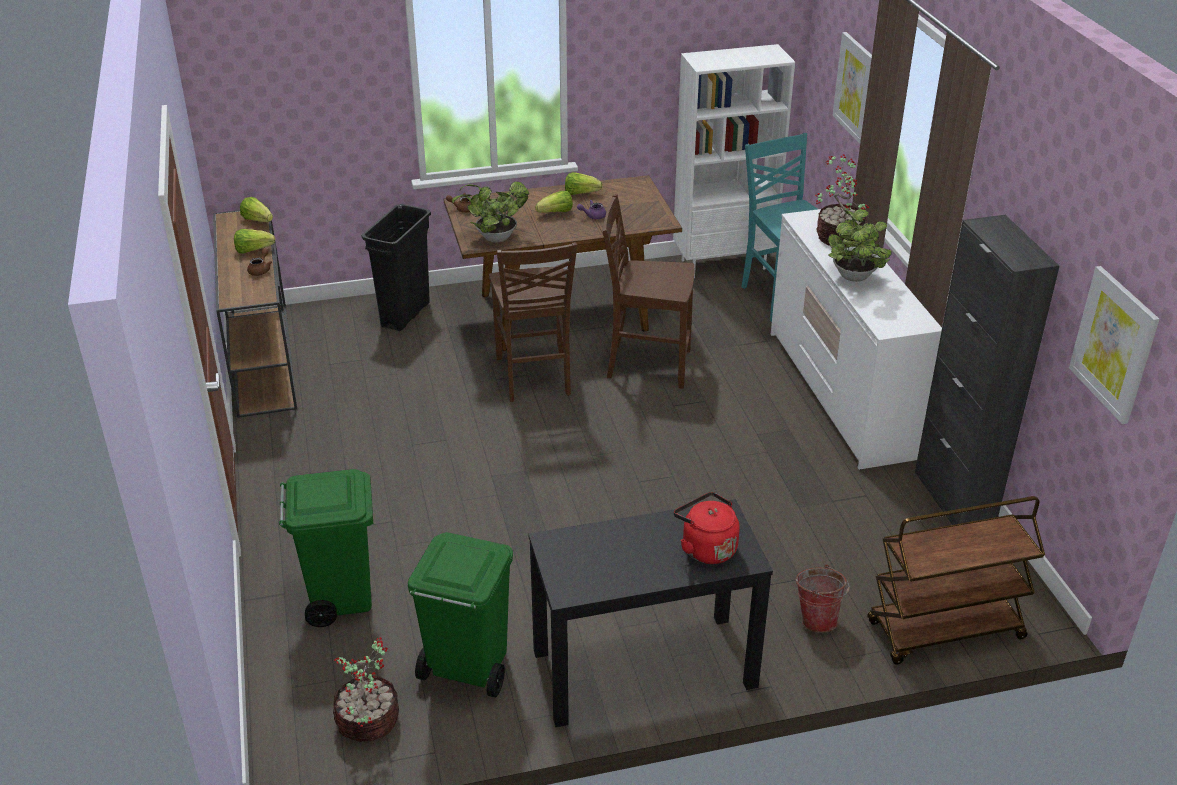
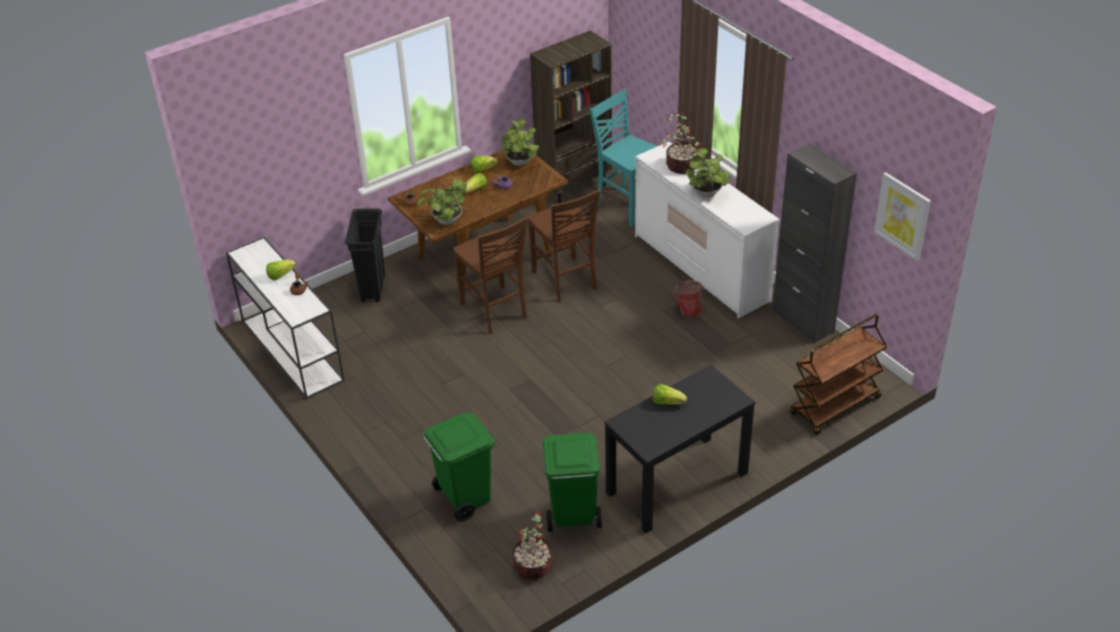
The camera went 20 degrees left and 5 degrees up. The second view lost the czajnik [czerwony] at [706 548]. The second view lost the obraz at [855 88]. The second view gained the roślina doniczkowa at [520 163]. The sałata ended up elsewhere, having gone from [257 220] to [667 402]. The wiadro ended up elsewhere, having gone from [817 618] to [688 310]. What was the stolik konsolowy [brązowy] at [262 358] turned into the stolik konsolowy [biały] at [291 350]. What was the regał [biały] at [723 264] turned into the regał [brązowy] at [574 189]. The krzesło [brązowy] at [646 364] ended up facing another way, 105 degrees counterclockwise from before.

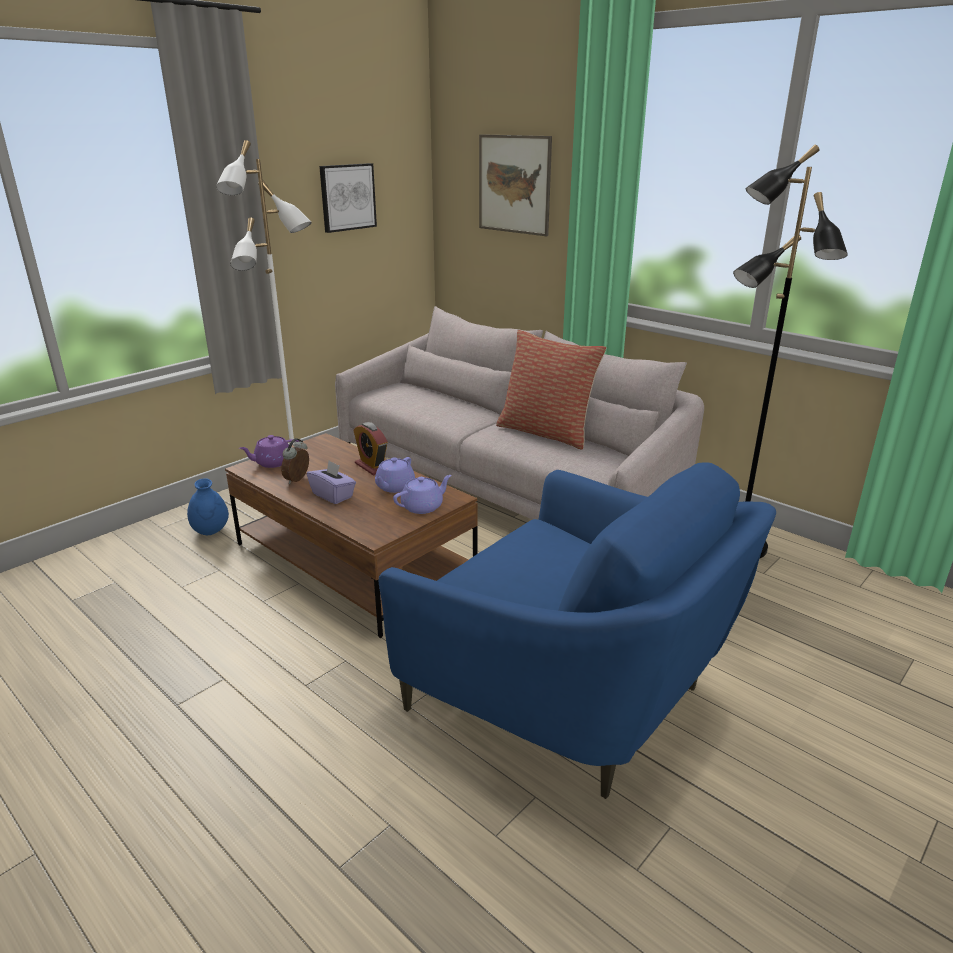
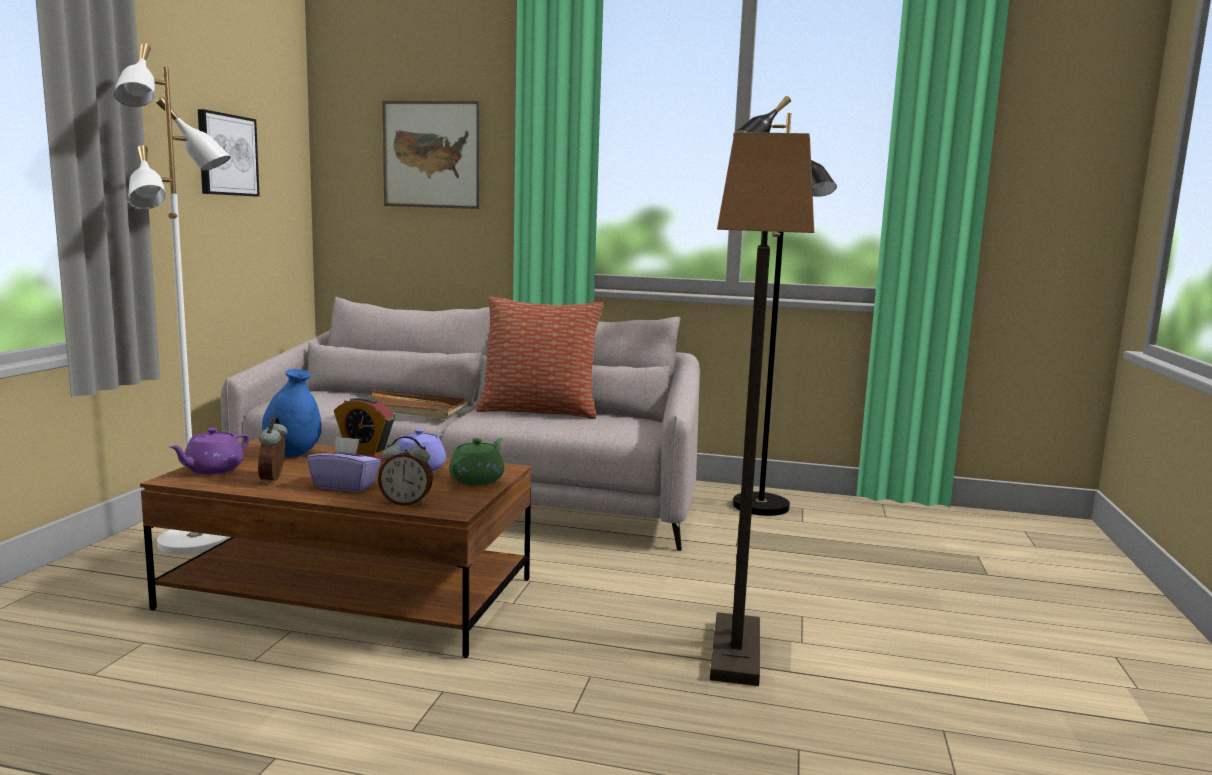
The camera went 30 degrees left and 15 degrees down. The second view gained the taca [brązowy] at [408 409]. The second view gained the budzik at [406 503]. The wazon [niebieski] ended up elsewhere, having gone from [211 531] to [293 454]. Where the fotel [niebieski] stood at [571 694], the lampa stojąca came to stand at [736 652]. What was the imbryk [fioletowy] at [423 506] turned into the imbryk [zielony] at [478 479].

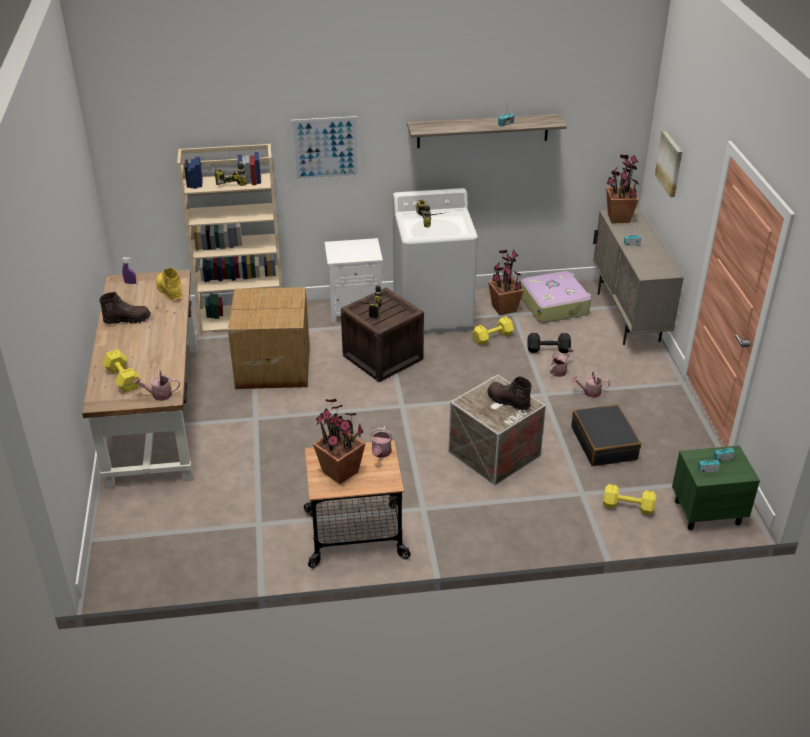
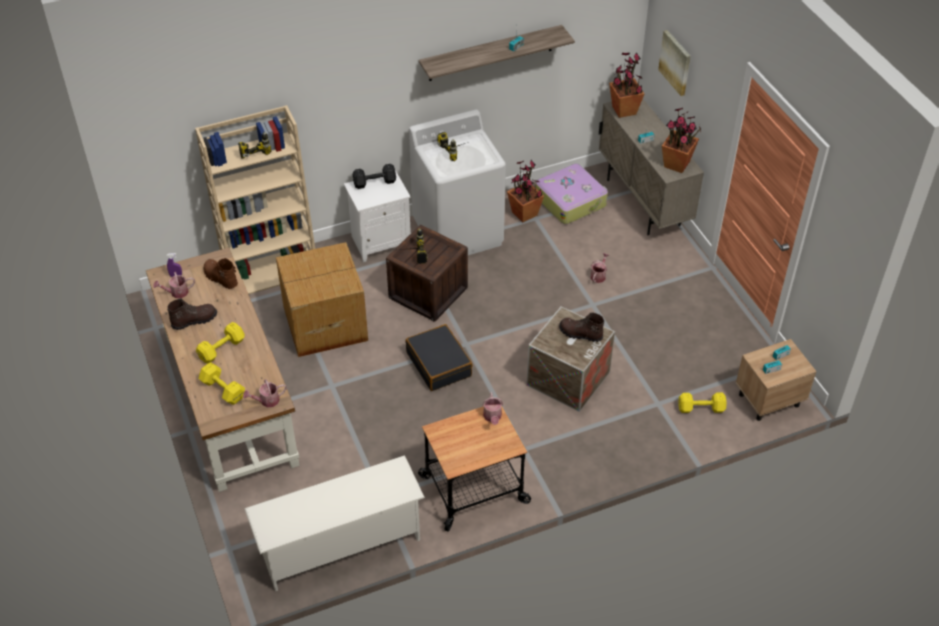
The camera went 15 degrees left and 10 degrees up. The second view lost the obraz at [325 148]. The second view gained the regał na buty [biały] at [340 544]. The roślina doniczkowa ended up elsewhere, having gone from [341 472] to [677 164]. The hantel [żółty] ended up elsewhere, having gone from [493 337] to [223 349]. The hantel [czarny] ended up elsewhere, having gone from [549 350] to [375 182]. The walizka [czarny] ended up elsewhere, having gone from [604 443] to [439 364]. The konewka ended up elsewhere, having gone from [589 392] to [176 292]. What was the but z cholewką [żółty] at [169 291] turned into the but z cholewką [brązowy] at [220 278]. What was the szafka nocna [zielony] at [706 512] turned into the szafka nocna [beżowy] at [768 400].

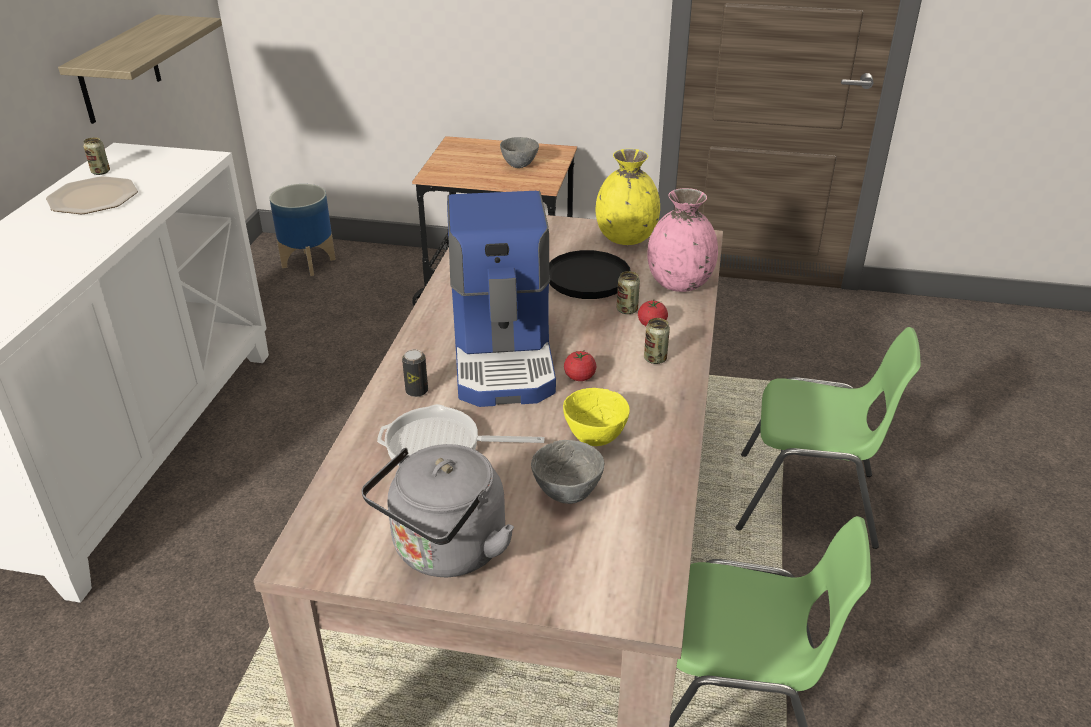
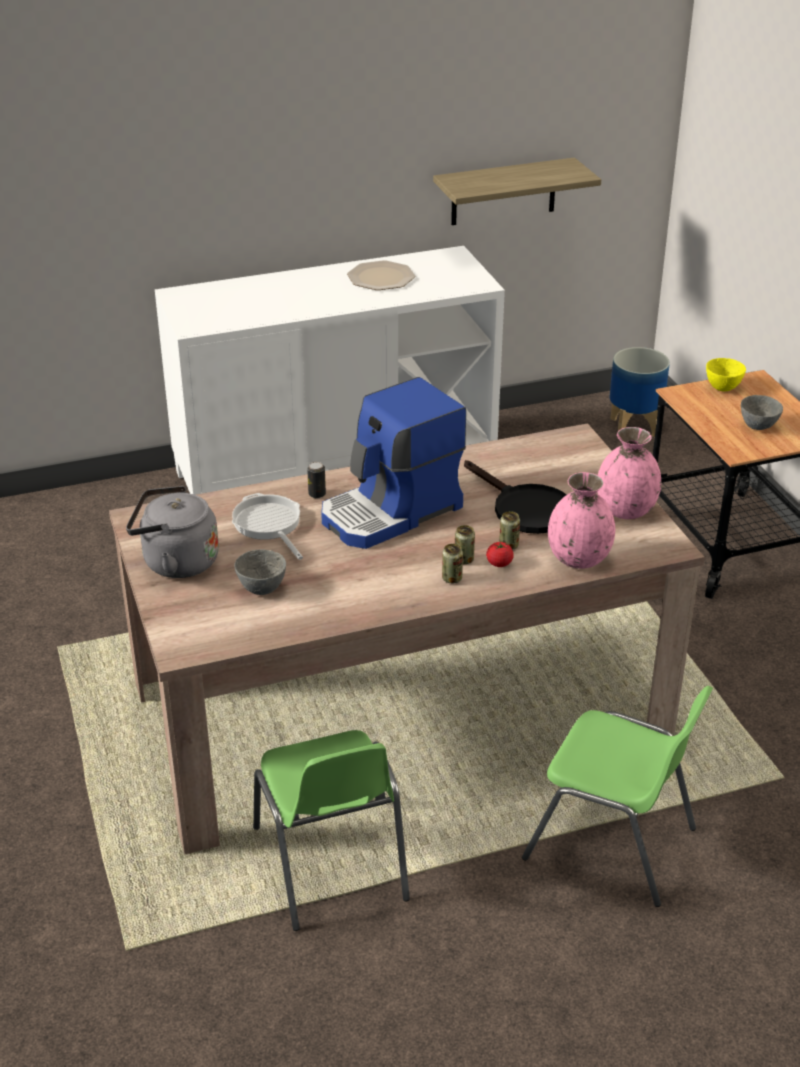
The camera went 60 degrees right and 0 degrees up. The second view lost the pomidor at [579 377]. The puszka ended up elsewhere, having gone from [101 172] to [464 560]. The miska [żółty] ended up elsewhere, having gone from [594 438] to [722 388]. What was the wazon [żółty] at [626 238] turned into the wazon [różowy] at [626 511]. The krzesło [zielony] at [808 501] ended up facing another way, 45 degrees counterclockwise from before.

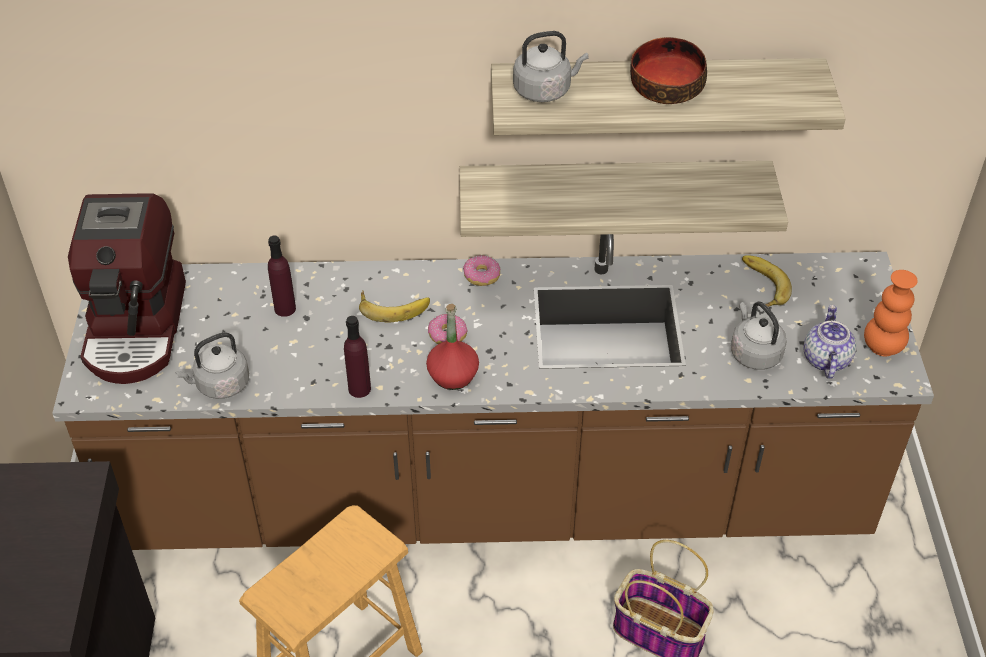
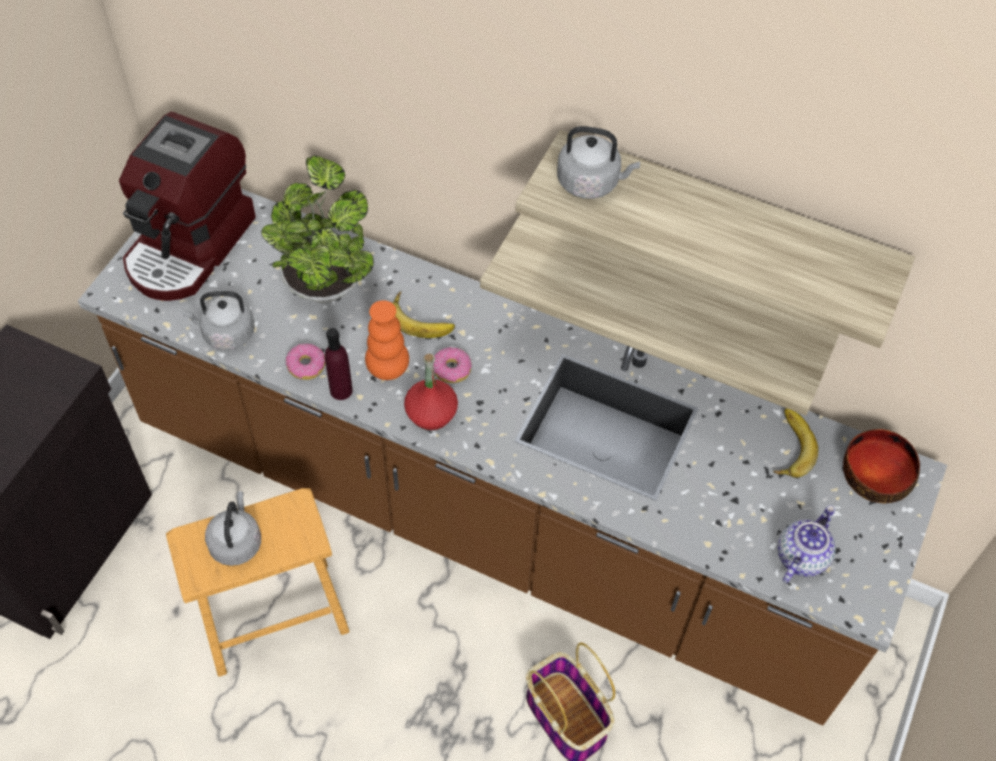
The camera went 25 degrees right and 10 degrees up. The donut ended up elsewhere, having gone from [481 275] to [306 365]. The miska ended up elsewhere, having gone from [666 85] to [875 474]. The czajnik [szary] ended up elsewhere, having gone from [754 353] to [236 542]. The wazon [pomarańczowy] ended up elsewhere, having gone from [882 347] to [388 369]. Where the butelka [fioletowy] stood at [285 308], the roślina doniczkowa came to stand at [324 280].

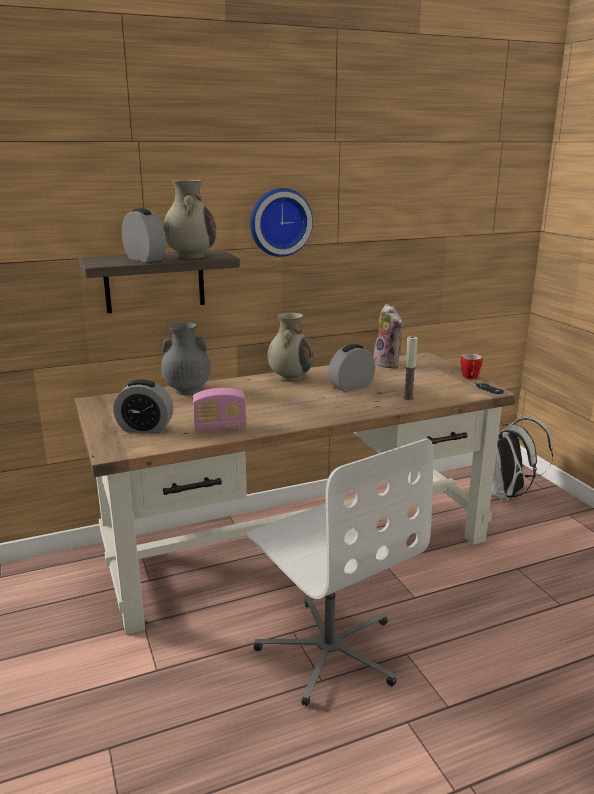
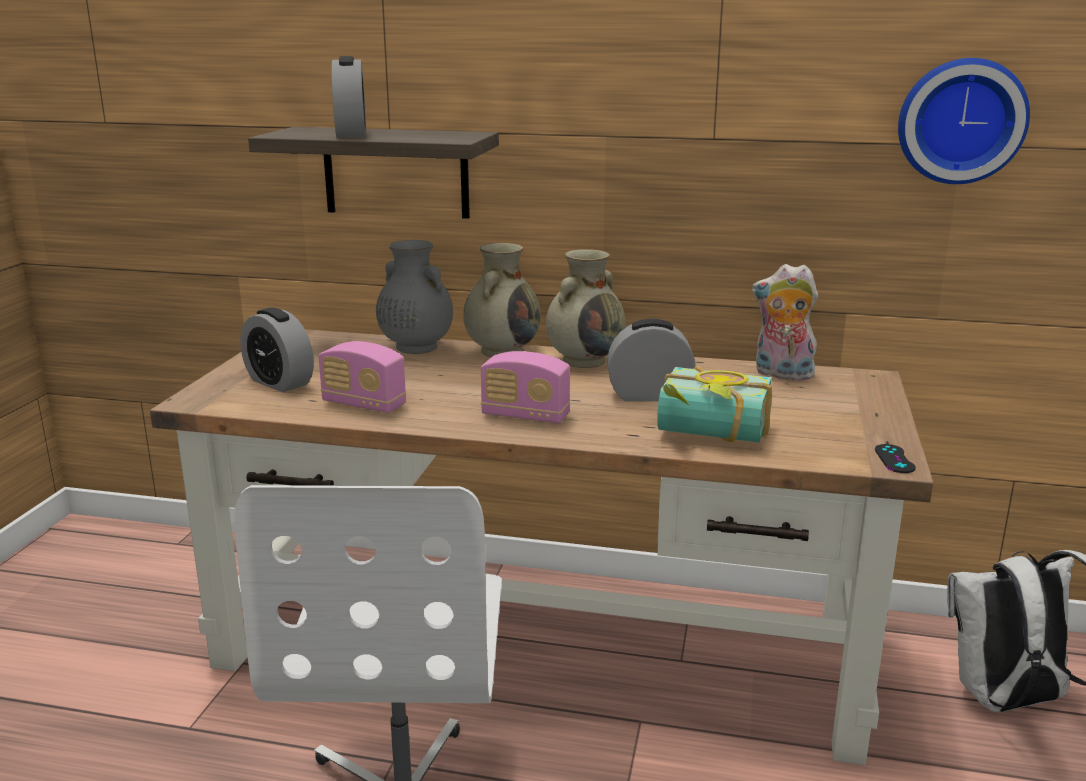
The camera went 35 degrees right and 0 degrees up. The second view lost the kubek at [470 377]. The second view gained the radio at [525 416]. The wazon [beżowy] ended up elsewhere, having gone from [191 256] to [502 351]. The zegar ścienny ended up elsewhere, having gone from [279 222] to [961 121]. Where the świeca stood at [408 398], the książka came to stand at [710 435]. The pluszak at [388 364] ended up facing another way, 105 degrees clockwise from before.

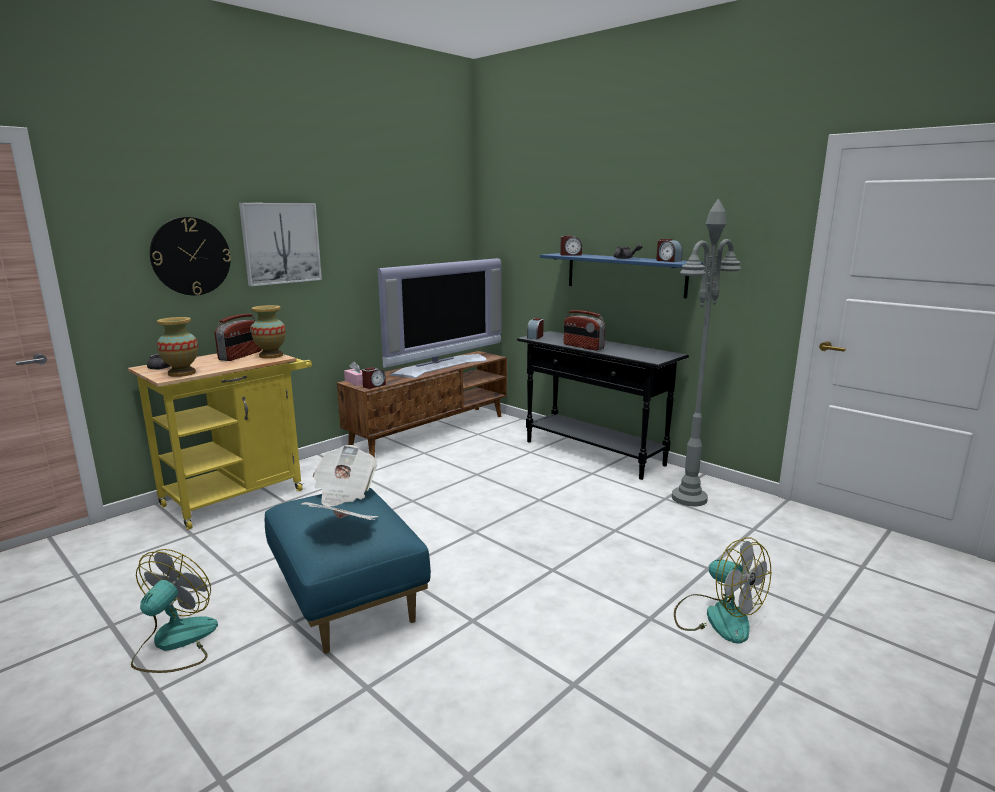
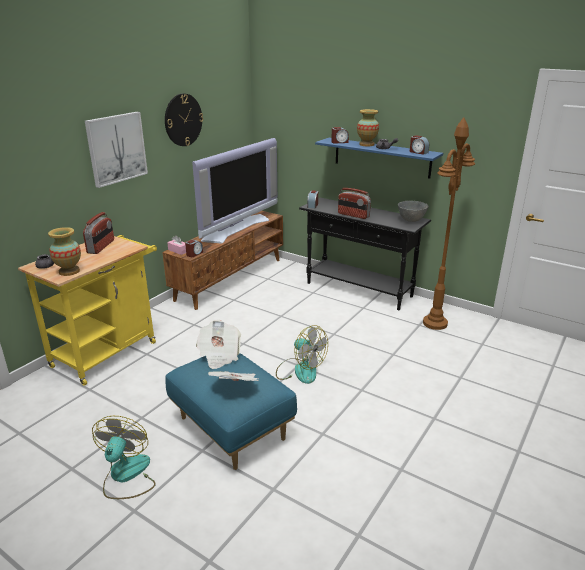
The camera went 10 degrees left and 10 degrees up. The second view gained the miska [szary] at [411 220]. The zegar ścienny ended up elsewhere, having gone from [191 256] to [183 120]. The wazon ended up elsewhere, having gone from [271 356] to [367 144]. The wentylator ended up elsewhere, having gone from [717 617] to [300 370]. What was the lampa stojąca [szary] at [689 498] turned into the lampa stojąca [brązowy] at [435 323].

